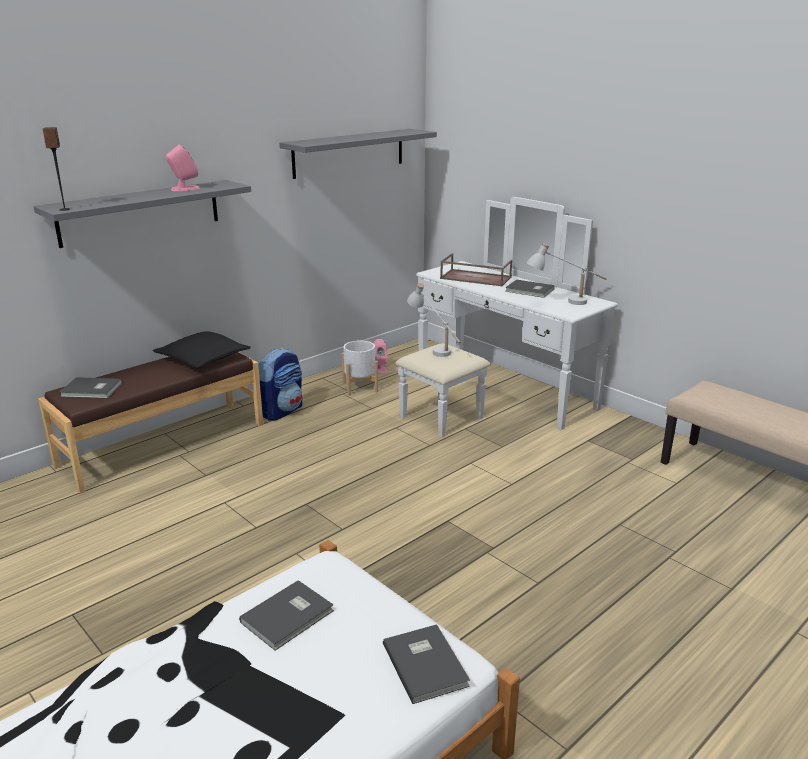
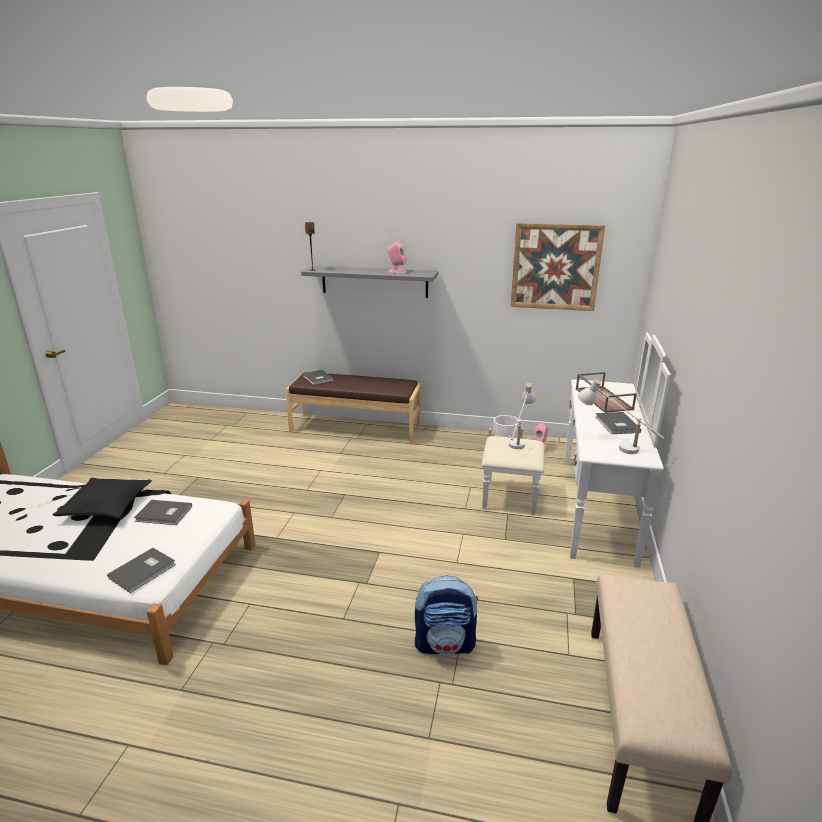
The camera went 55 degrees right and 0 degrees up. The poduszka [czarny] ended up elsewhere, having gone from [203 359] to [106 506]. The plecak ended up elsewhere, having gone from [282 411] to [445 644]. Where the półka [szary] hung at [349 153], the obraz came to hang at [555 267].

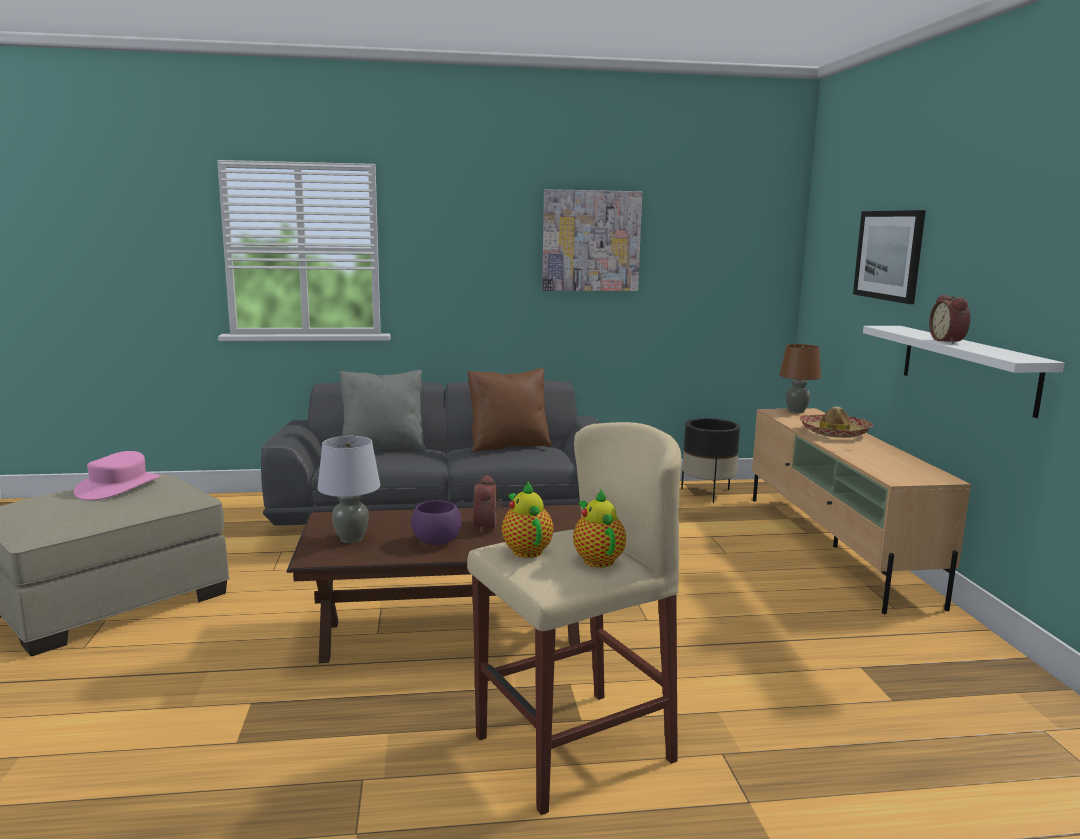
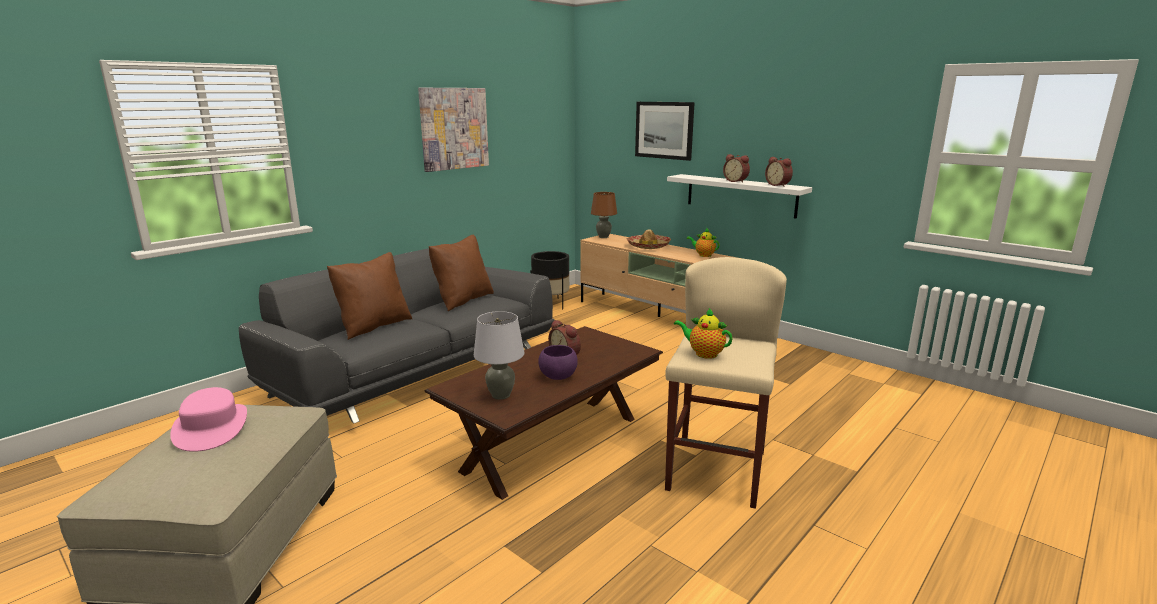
The camera went 40 degrees left and 5 degrees up. The second view gained the budzik at [778 185]. The imbryk ended up elsewhere, having gone from [597 559] to [703 255]. What was the poduszka [szary] at [383 448] turned into the poduszka [brązowy] at [373 326].

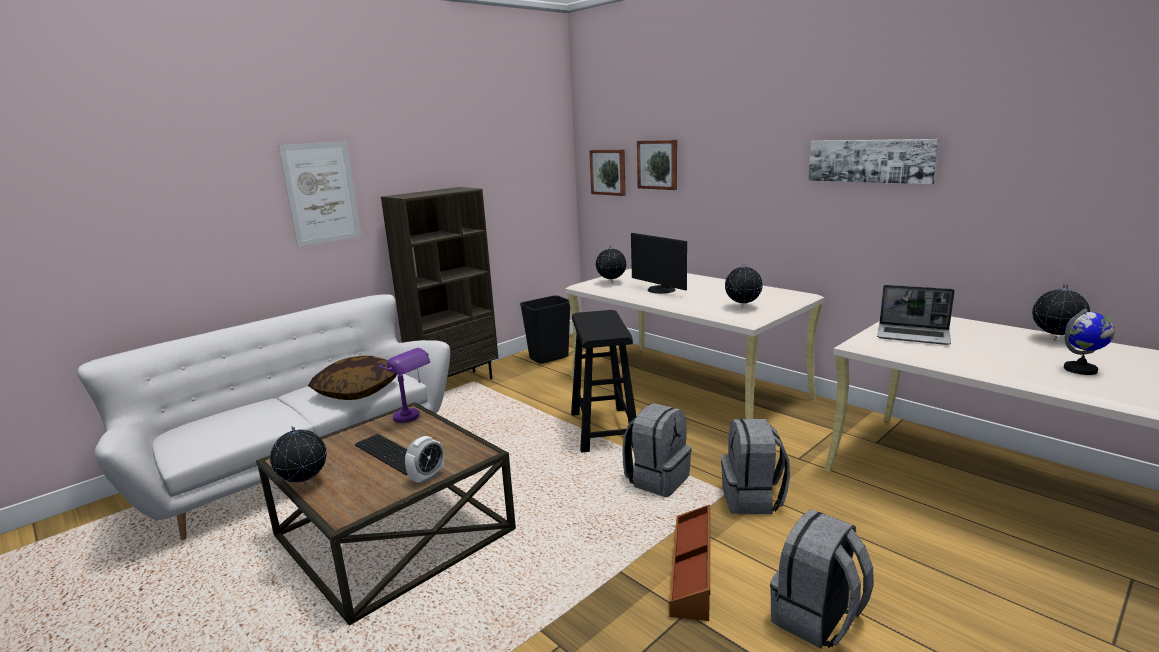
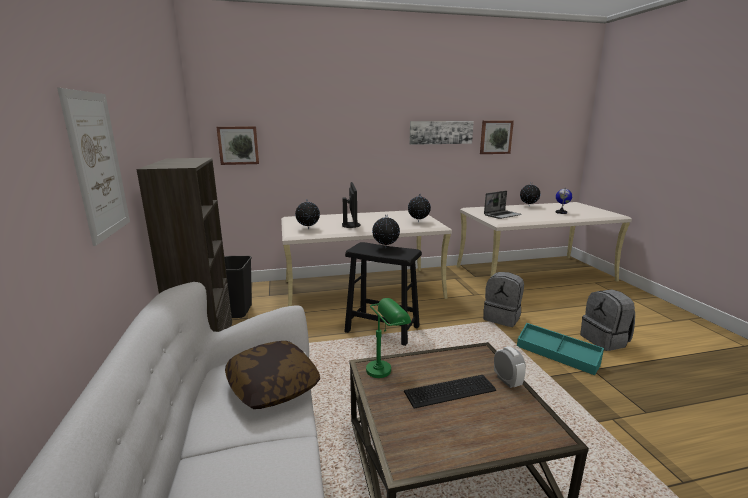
The camera went 60 degrees left and 0 degrees up. The second view lost the plecak [szary] at [657 479]. The globus ended up elsewhere, having gone from [304 485] to [386 248]. The obraz ended up elsewhere, having gone from [658 164] to [495 137]. What was the lampa stołowa [fioletowy] at [413 418] turned into the lampa stołowa [zielony] at [386 367]. What was the pojemnik do przechowywania [brązowy] at [693 570] turned into the pojemnik do przechowywania [turkusowy] at [557 355]. The monitor at [660 290] ended up facing another way, 90 degrees counterclockwise from before.

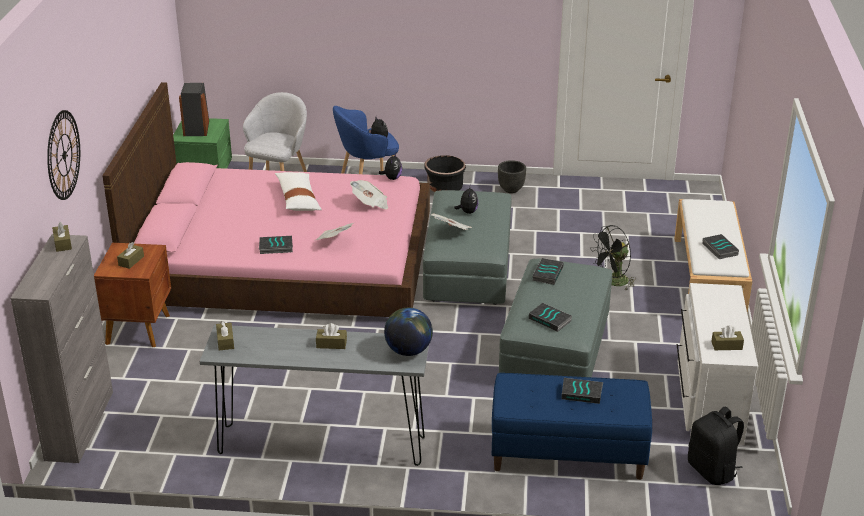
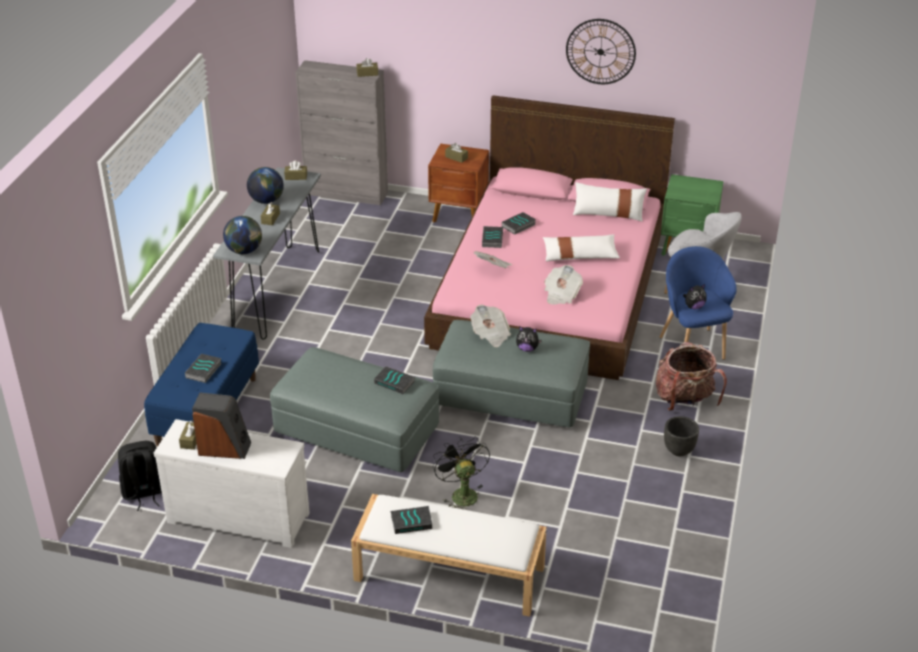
The camera went 100 degrees right and 5 degrees up. The second view lost the pluszak at [392 178]. The second view gained the globus at [266 200]. The second view gained the poduszka [biały] at [608 214]. The zegar ścienny ended up elsewhere, having gone from [63 155] to [600 51]. The głośnik ended up elsewhere, having gone from [197 128] to [224 448]. The książka ended up elsewhere, having gone from [550 320] to [518 226]. Where the donica [czarny] stood at [445 188], the plecak came to stand at [685 400].

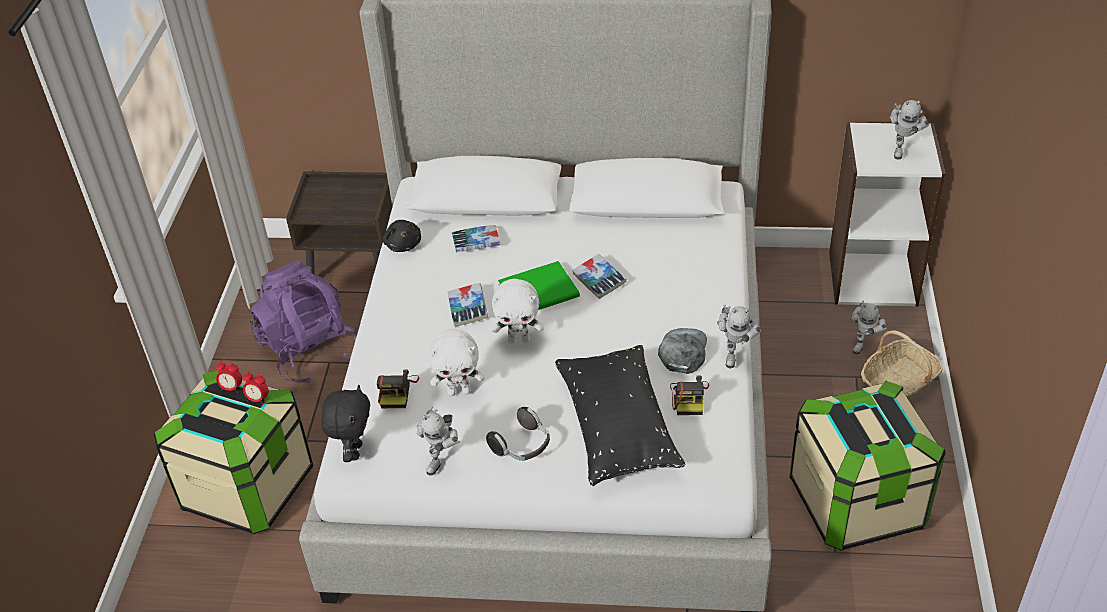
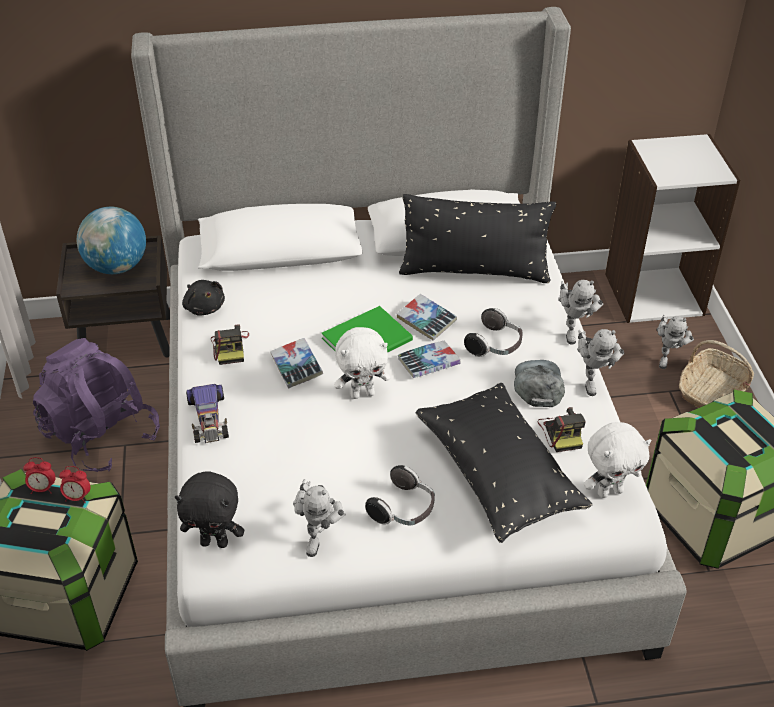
The camera went 15 degrees left and 0 degrees up. The second view gained the globus at [117 267]. The second view gained the samochodzik at [208 418]. The second view gained the poduszka [czarny] at [474 271]. The second view gained the słuchawki at [495 345]. The aparat fotograficzny ended up elsewhere, having gone from [397 391] to [230 348]. The pluszak [biały] ended up elsewhere, having gone from [459 391] to [609 491]. The książka ended up elsewhere, having gone from [476 242] to [428 363]. The robot zabawkowy ended up elsewhere, having gone from [902 149] to [573 330]. The pluszak [czarny] at [354 451] ended up facing another way, 105 degrees clockwise from before.

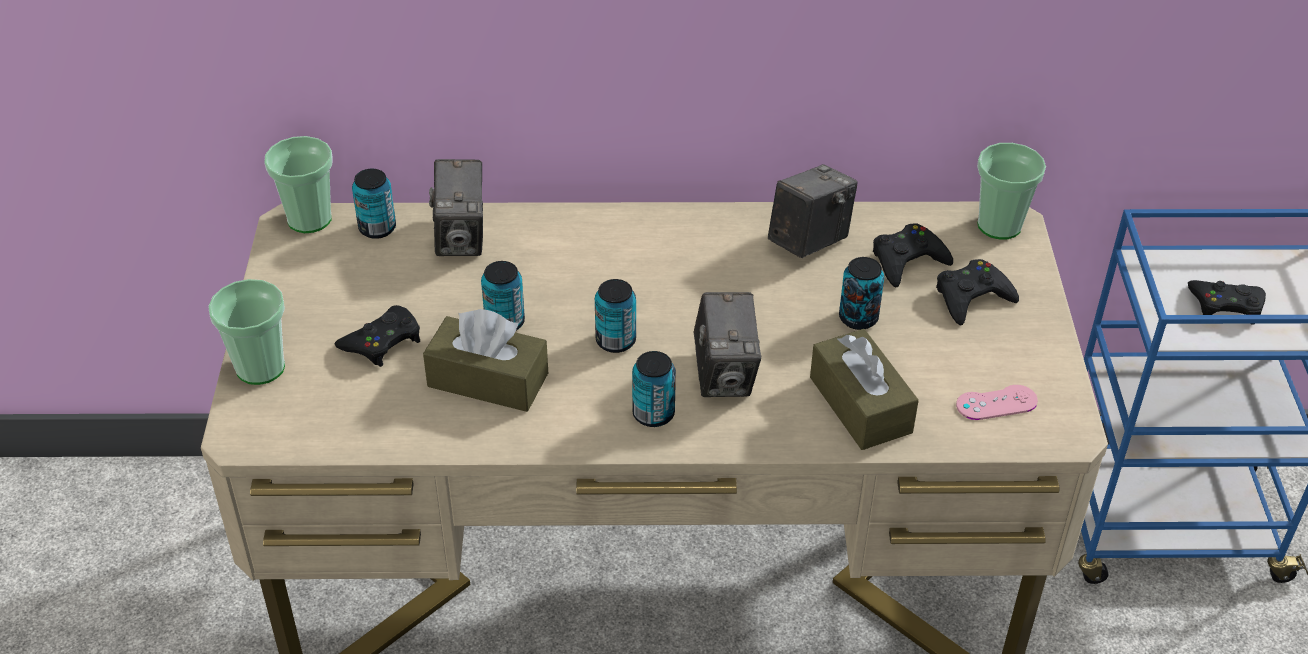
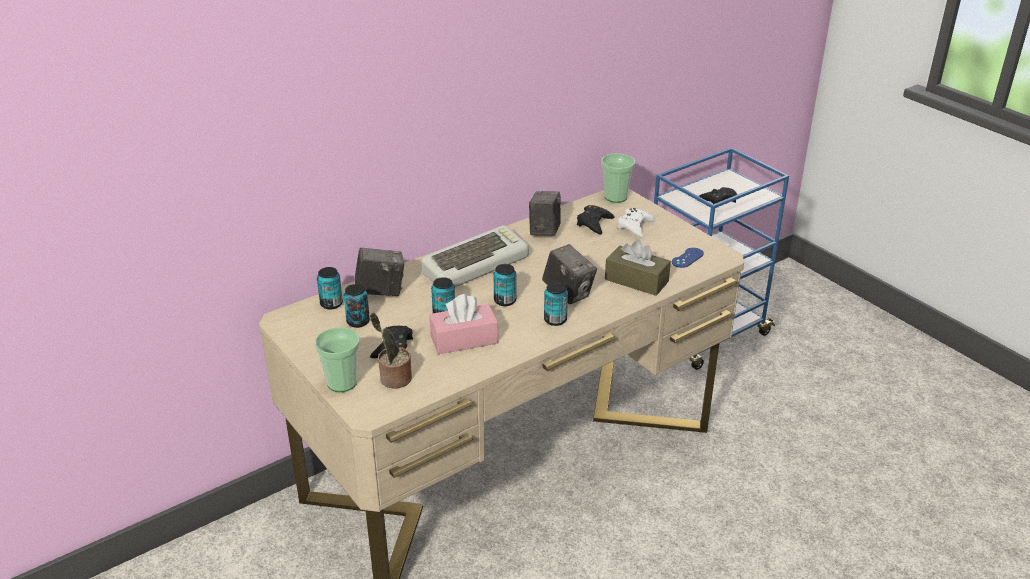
The camera went 35 degrees left and 10 degrees down. The second view lost the filiżanka at [309 219]. The second view gained the roślina doniczkowa at [393 379]. The second view gained the klawiatura at [475 264]. The puszka ended up elsewhere, having gone from [858 318] to [358 322]. What was the pudełko chusteczek [brązowy] at [488 380] turned into the pudełko chusteczek [różowy] at [464 339]. What was the pad do gier [czarny] at [972 297] turned into the pad do gier [biały] at [635 226]. What was the pad do gier [różowy] at [996 403] turned into the pad do gier [niebieski] at [687 258]. The aparat fotograficzny at [461 238] ended up facing another way, 60 degrees counterclockwise from before.

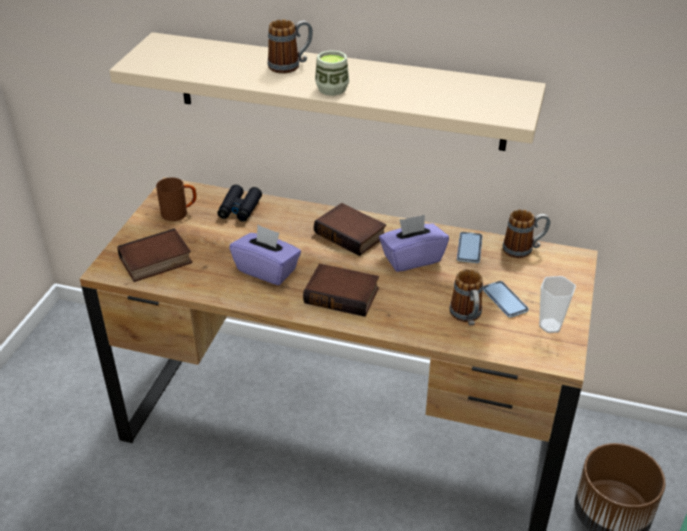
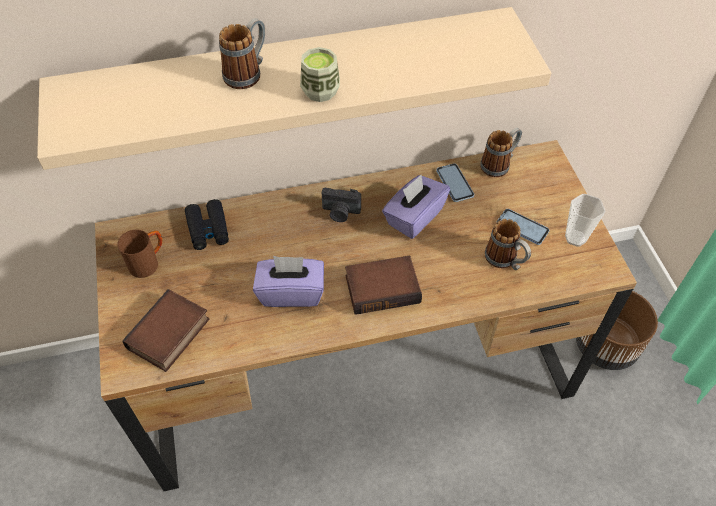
The camera went 30 degrees left and 15 degrees up. Where the książka stood at [352 234], the aparat fotograficzny came to stand at [340 213].

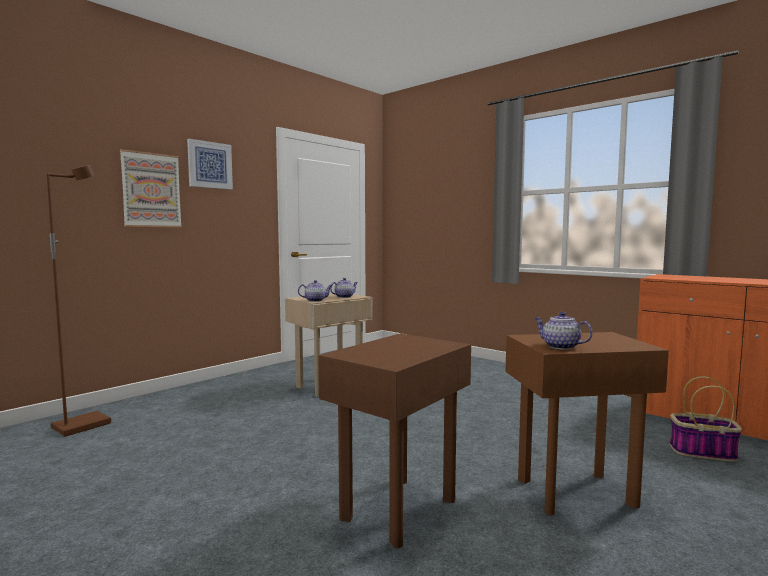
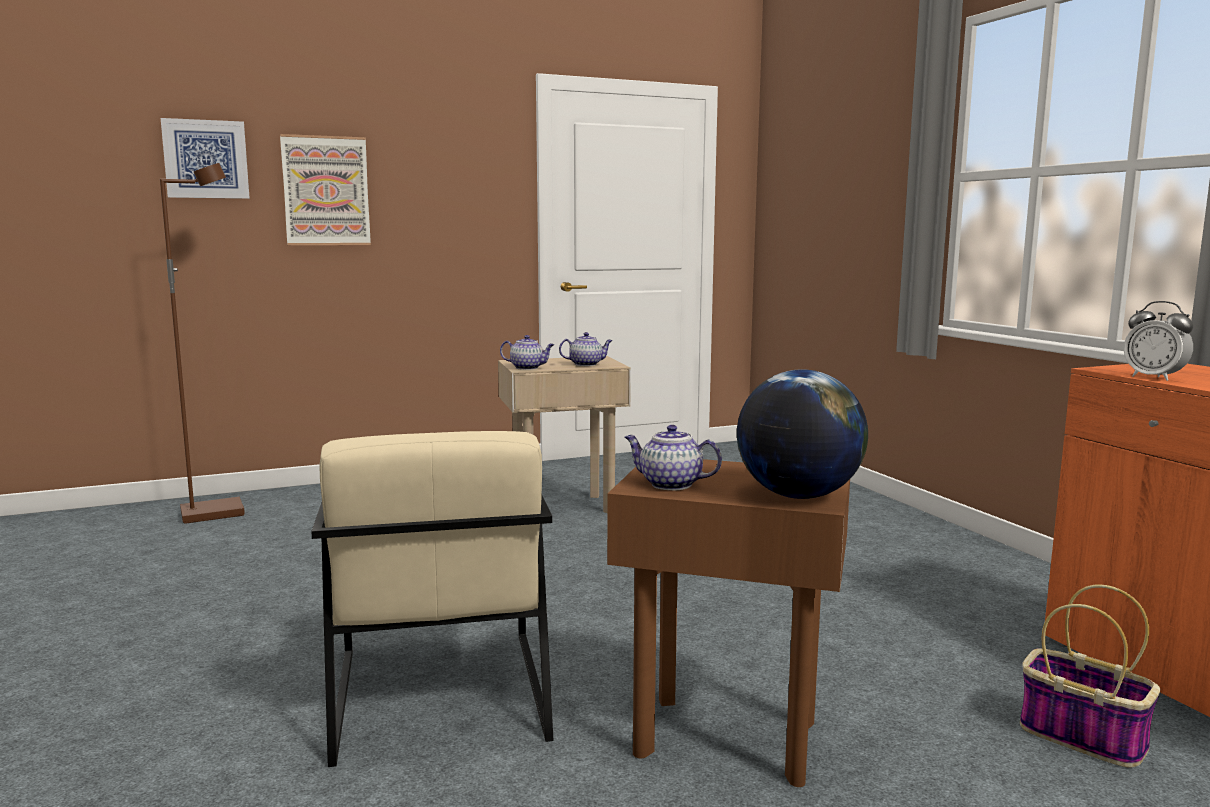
The camera went 25 degrees right and 5 degrees up. The second view gained the globus at [798 496]. The second view gained the budzik at [1154 378]. The obraz ended up elsewhere, having gone from [210 165] to [206 159]. Where the stolik [brązowy] stood at [397 508], the fotel [beżowy] came to stand at [438 693]. The imbryk at [560 346] ended up facing another way, 45 degrees counterclockwise from before.

